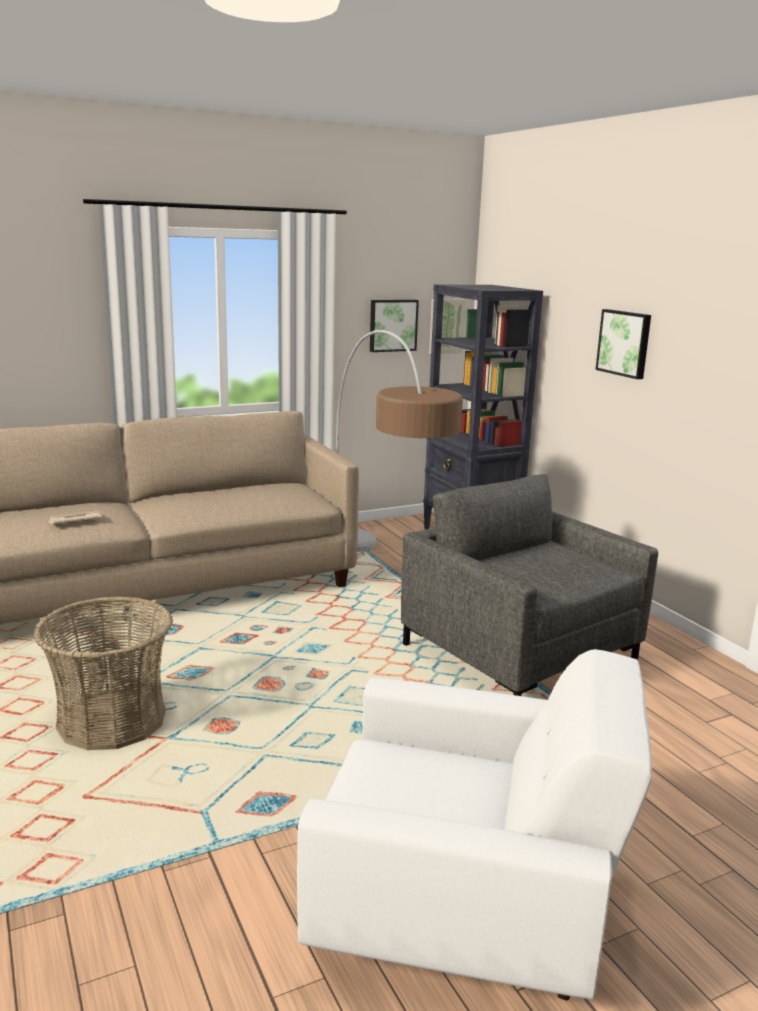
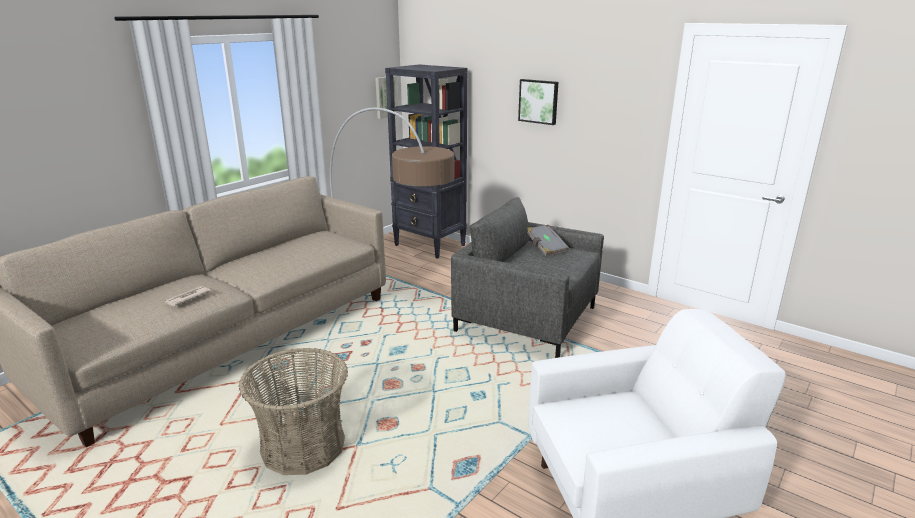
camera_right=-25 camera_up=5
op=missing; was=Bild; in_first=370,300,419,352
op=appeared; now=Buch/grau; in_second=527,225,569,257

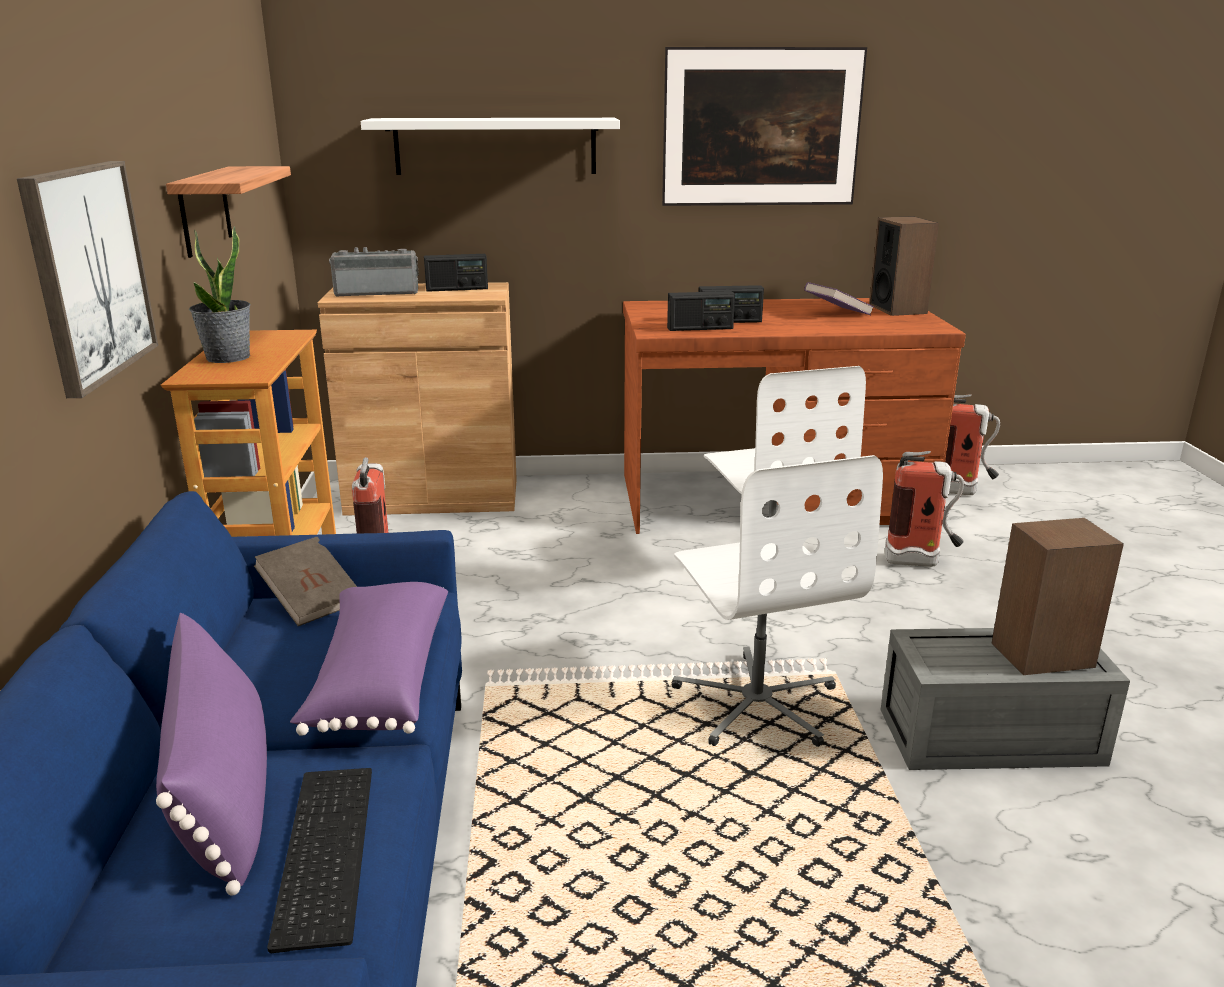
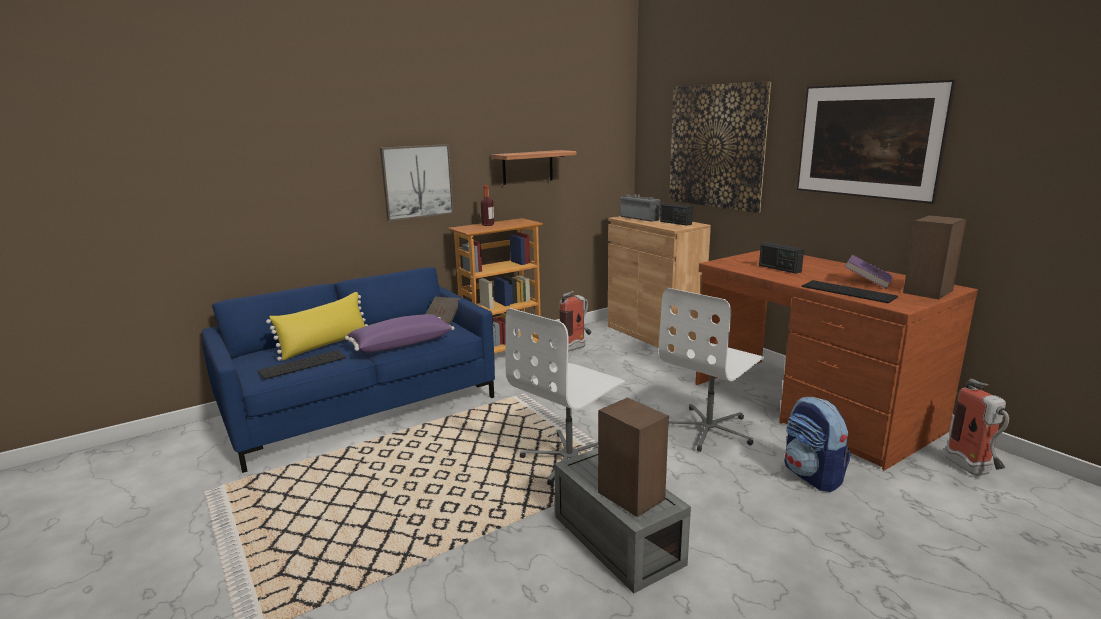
camera_right=60 camera_up=-5
op=exchanged; was=Wandregal/weiß; now=Bild; in_first=361,118,620,175; in_second=669,81,771,213
op=exchanged; was=Topfpflanze; now=Flasche; in_first=189,226,251,363; in_second=481,185,494,226
op=missing; was=Radio; in_first=667,291,735,331
op=exchanged; was=Feuerlöscher; now=Rucksack; in_first=885,451,964,567; in_second=784,397,850,492
op=colour; was=Kissen/lila; now=Kissen/gelb; in_first=156,613,267,896; in_second=266,292,368,361
op=appeared; now=Tastatur; in_second=802,280,898,303

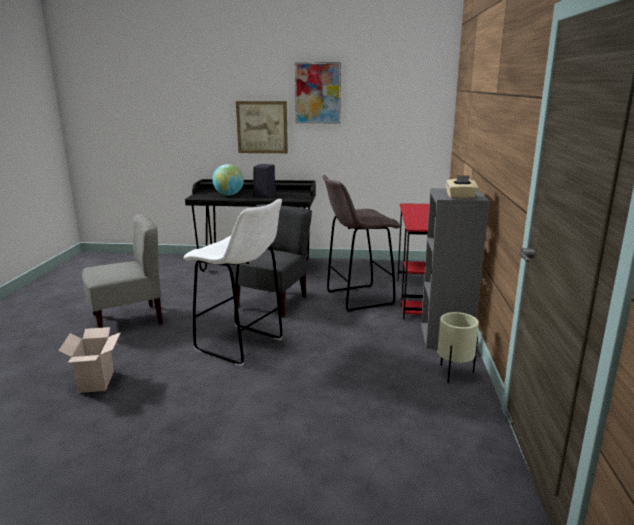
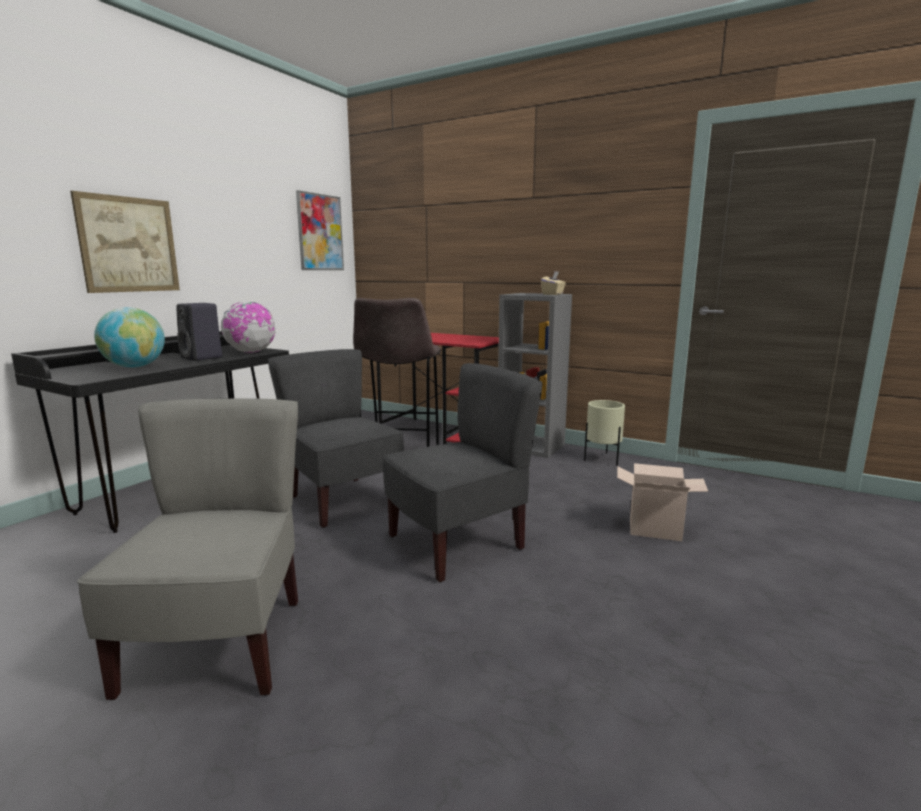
camera_right=-65 camera_up=-5
op=relocated; was=Bild; in_first=295,62,341,124; in_second=296,190,344,270
op=exchanged; was=Hocker/weiß; now=Stuhl/grau; in_first=183,199,283,367; in_second=383,363,543,582
op=relocated; was=Karton; in_first=58,327,121,393; in_second=617,463,708,541
op=appeared; now=Globus; in_second=221,301,276,353

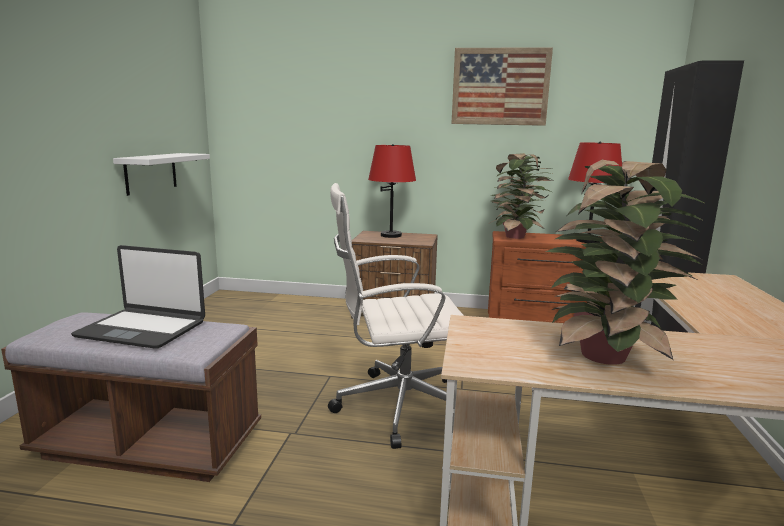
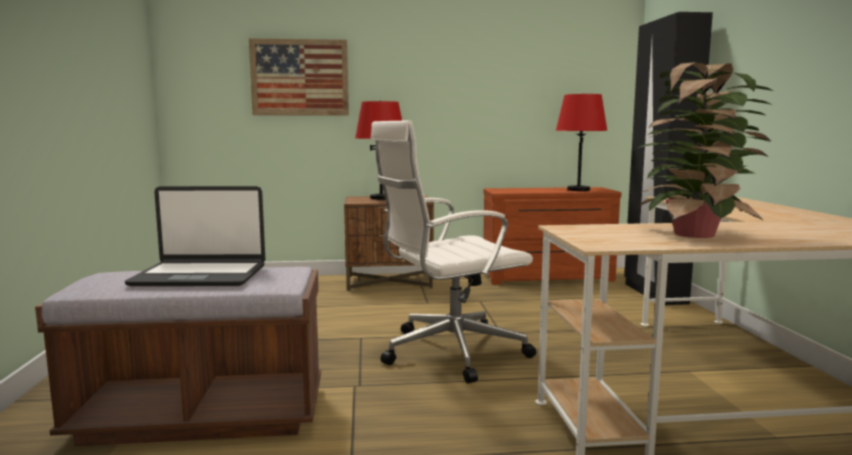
camera_right=-15 camera_up=-5
op=relocated; was=Bild; in_first=451,47,553,126; in_second=249,38,349,116
op=missing; was=Wandregal/weiß; in_first=113,153,210,196
op=missing; was=Topfpflanze; in_first=488,153,553,239

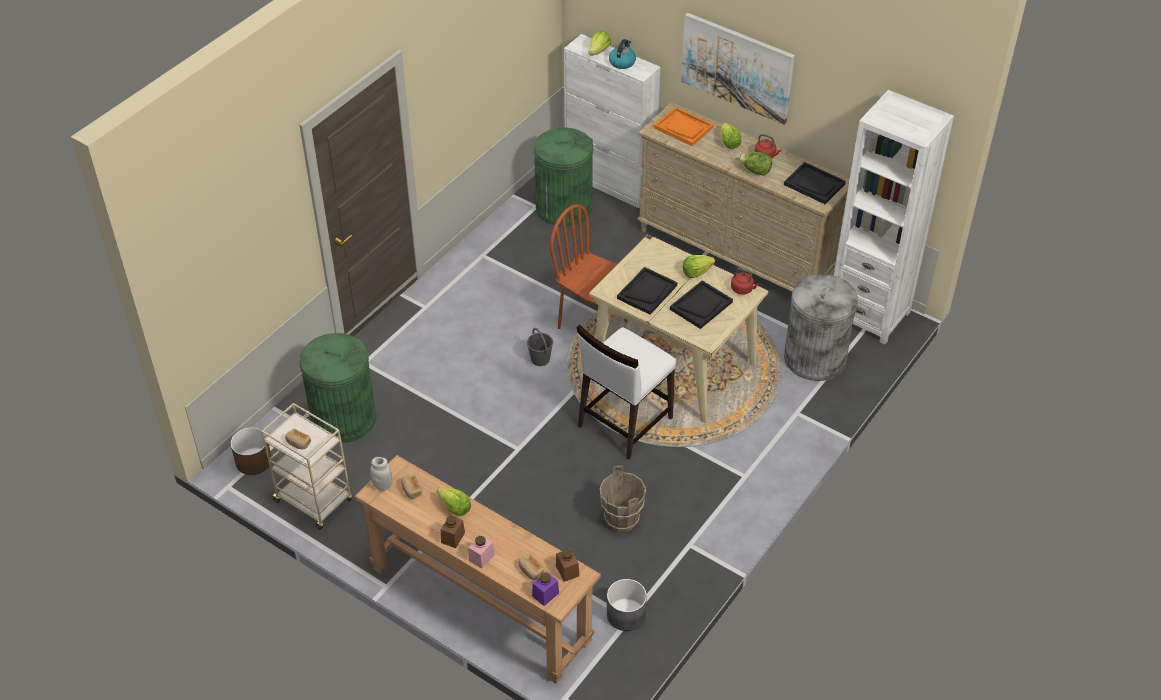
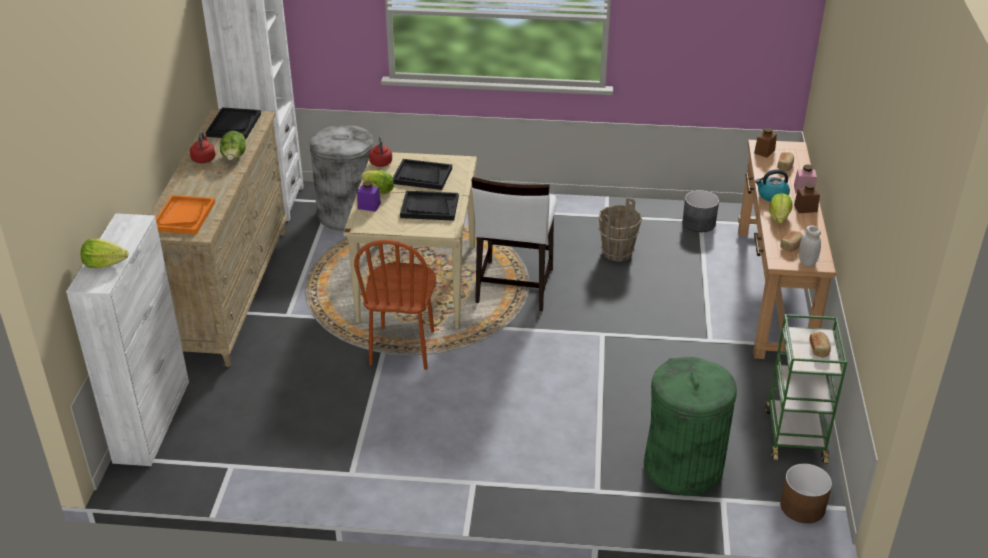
camera_right=-120 camera_up=-10
op=missing; was=Bild; in_first=681,13,795,125
op=relocated; was=Wasserkessel; in_first=609,39,636,69; in_second=755,169,790,202
op=missing; was=Salatkopf; in_first=721,123,741,149
op=missing; was=Mülleimer/grün; in_first=534,127,593,226
op=spun; was=Stuhl/weiß; in_first=576,324,676,460; in_second=472,177,557,311; clockwise=90
op=missing; was=Eimer/grau; in_first=527,328,553,366
op=colour; was=Rollwagen/beige; now=Rollwagen/grün; in_first=261,403,353,530; in_second=765,314,847,464
op=relocated; was=Vorratsglas/lila; in_first=532,572,559,606; in_second=357,181,381,212

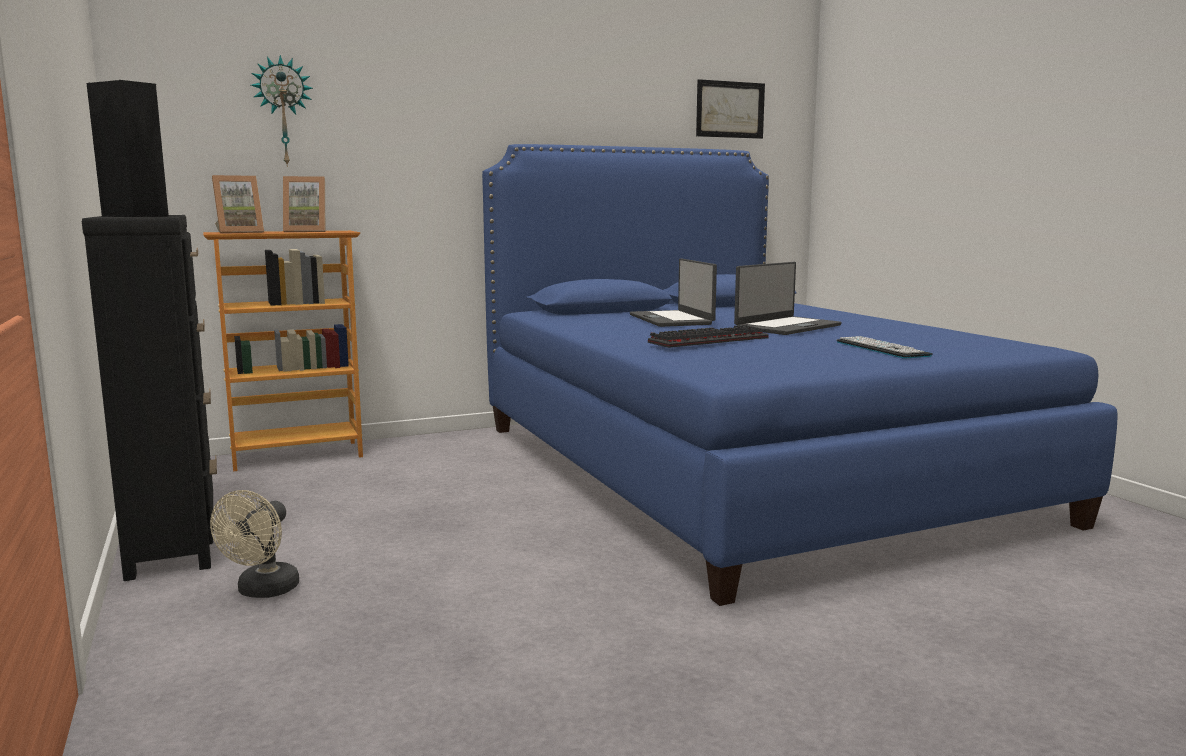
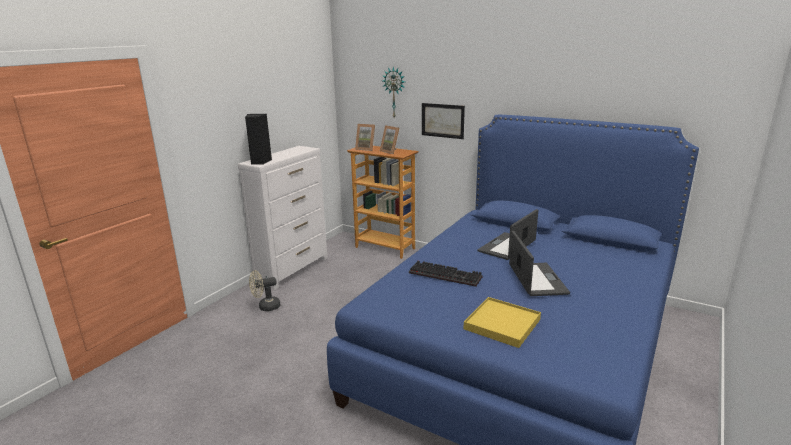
camera_right=55 camera_up=10
op=relocated; was=Bild; in_first=696,79,765,139; in_second=422,103,465,139
op=colour; was=Kommode/schwarz; now=Kommode/weiß; in_first=82,215,217,581; in_second=238,146,328,290
op=spun; was=Laptop; in_first=734,262,841,335; in_second=509,231,570,296; clockwise=-105
op=exchanged; was=Tastatur; now=Tablett/gelb; in_first=836,336,933,358; in_second=464,297,541,348

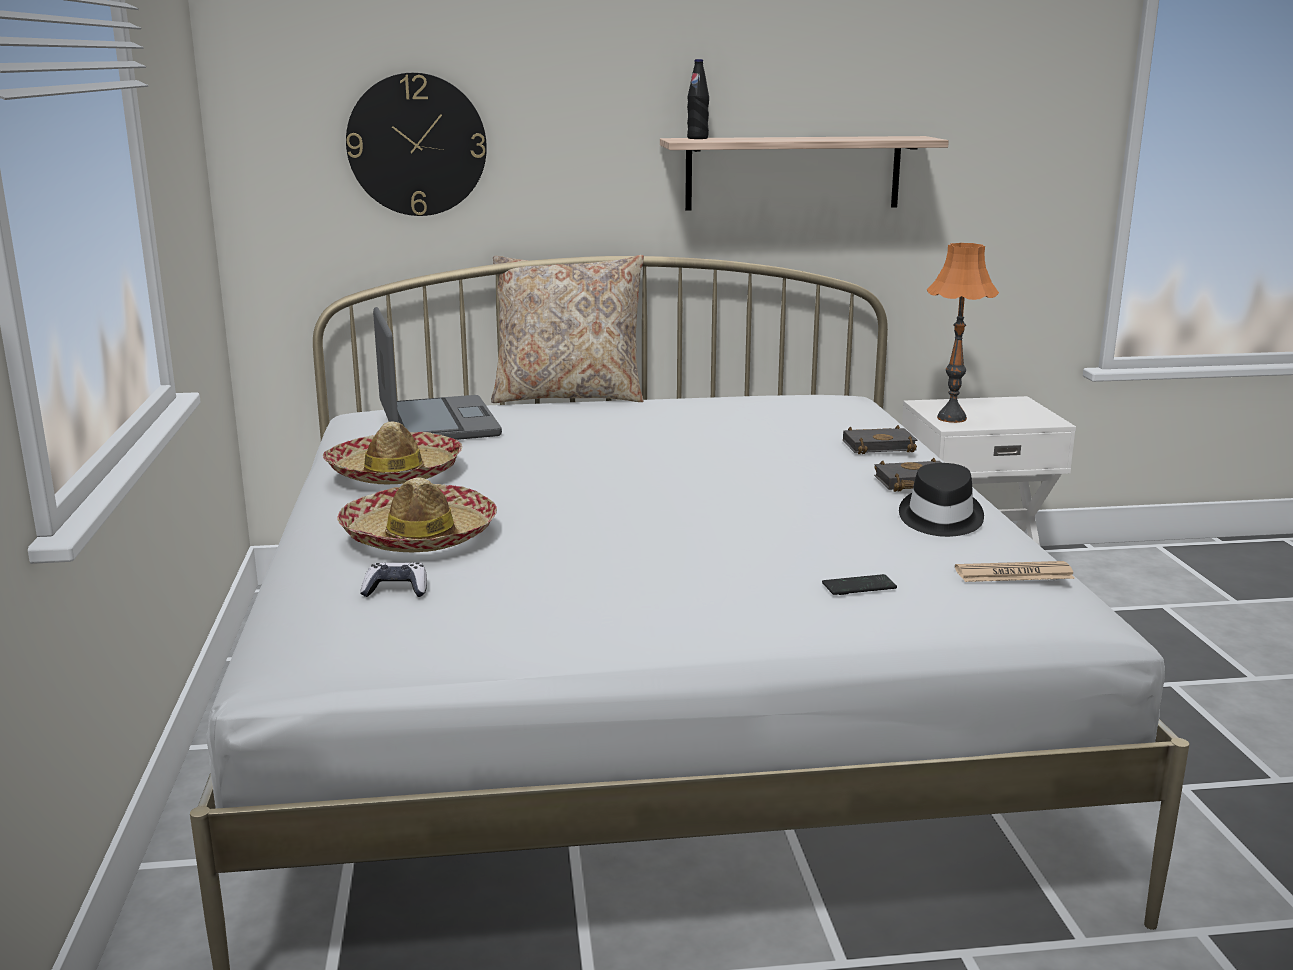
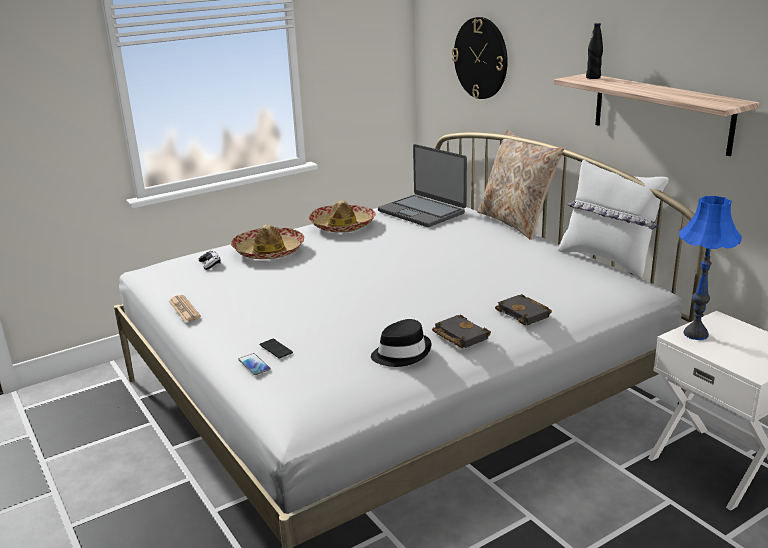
camera_right=65 camera_up=5
op=colour; was=Tischlampe/orange; now=Tischlampe/blau; in_first=927,243,999,423; in_second=679,196,742,340
op=spun; was=Laptop; in_first=373,307,502,440; in_second=378,144,467,227; clockwise=90
op=relocated; was=Zeitung; in_first=955,561,1075,582; in_second=169,295,201,322
op=appeared; now=Kissen/weiß; in_second=558,160,669,278
op=appeared; now=Handy; in_second=239,353,271,375

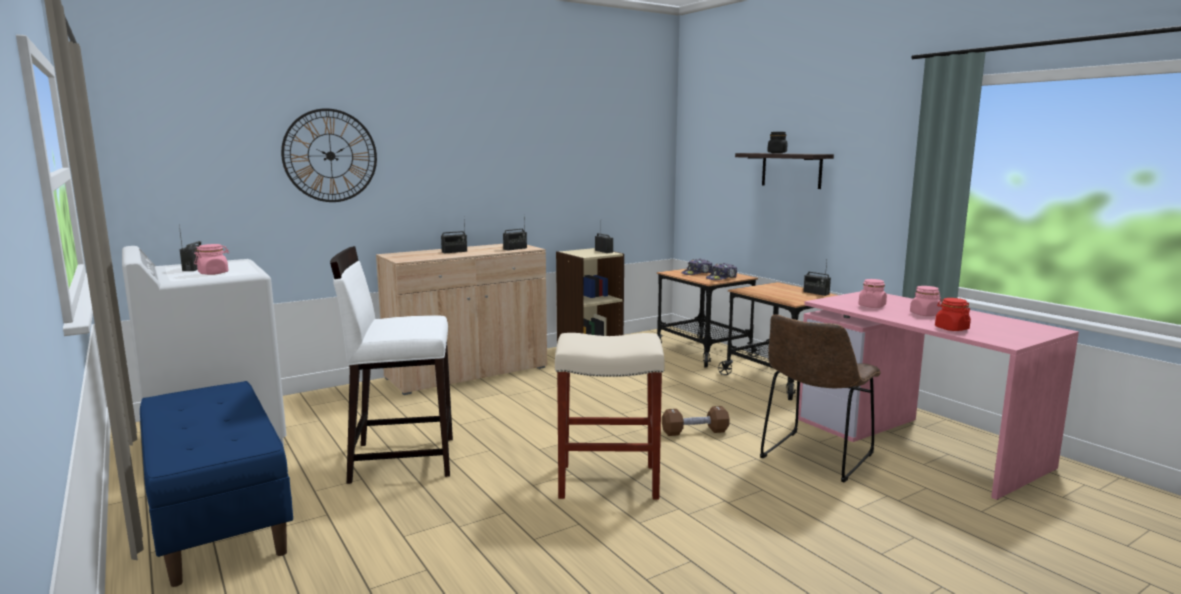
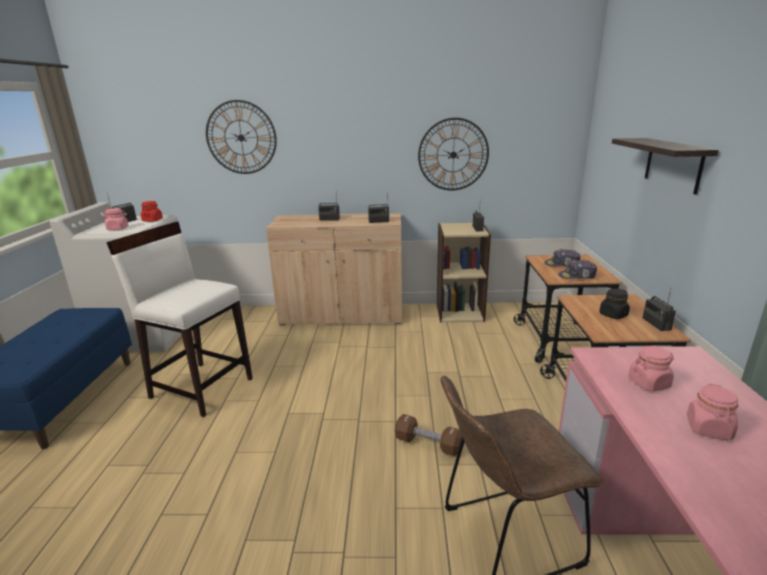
camera_right=35 camera_up=10
op=relocated; was=Vorratsglas/schwarz; in_first=767,132,787,153; in_second=599,289,630,319
op=relocated; was=Vorratsglas/rot; in_first=935,298,971,331; in_second=141,201,163,222
op=missing; was=Hocker/beige; in_first=555,333,665,500
op=appeared; now=Wanduhr; in_second=418,118,489,191

